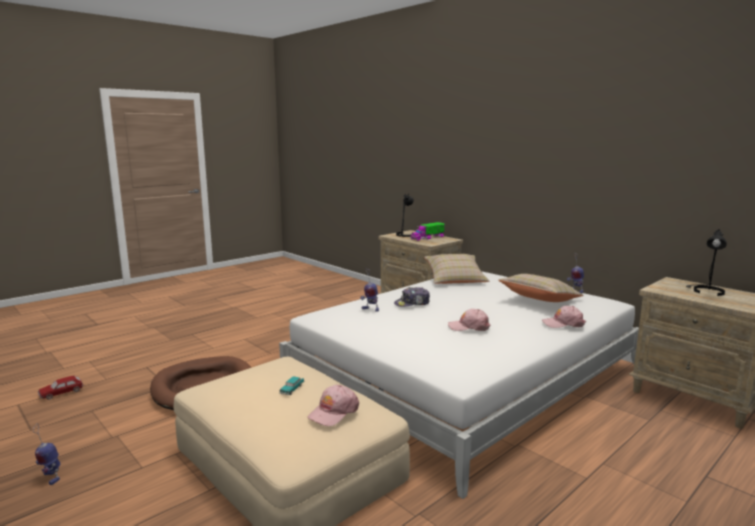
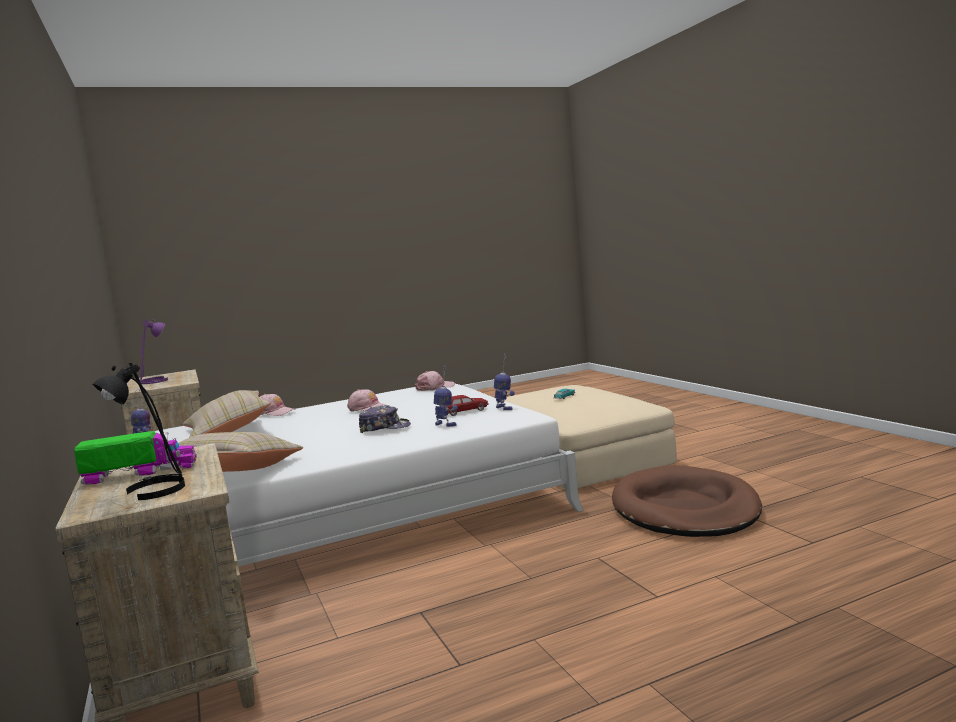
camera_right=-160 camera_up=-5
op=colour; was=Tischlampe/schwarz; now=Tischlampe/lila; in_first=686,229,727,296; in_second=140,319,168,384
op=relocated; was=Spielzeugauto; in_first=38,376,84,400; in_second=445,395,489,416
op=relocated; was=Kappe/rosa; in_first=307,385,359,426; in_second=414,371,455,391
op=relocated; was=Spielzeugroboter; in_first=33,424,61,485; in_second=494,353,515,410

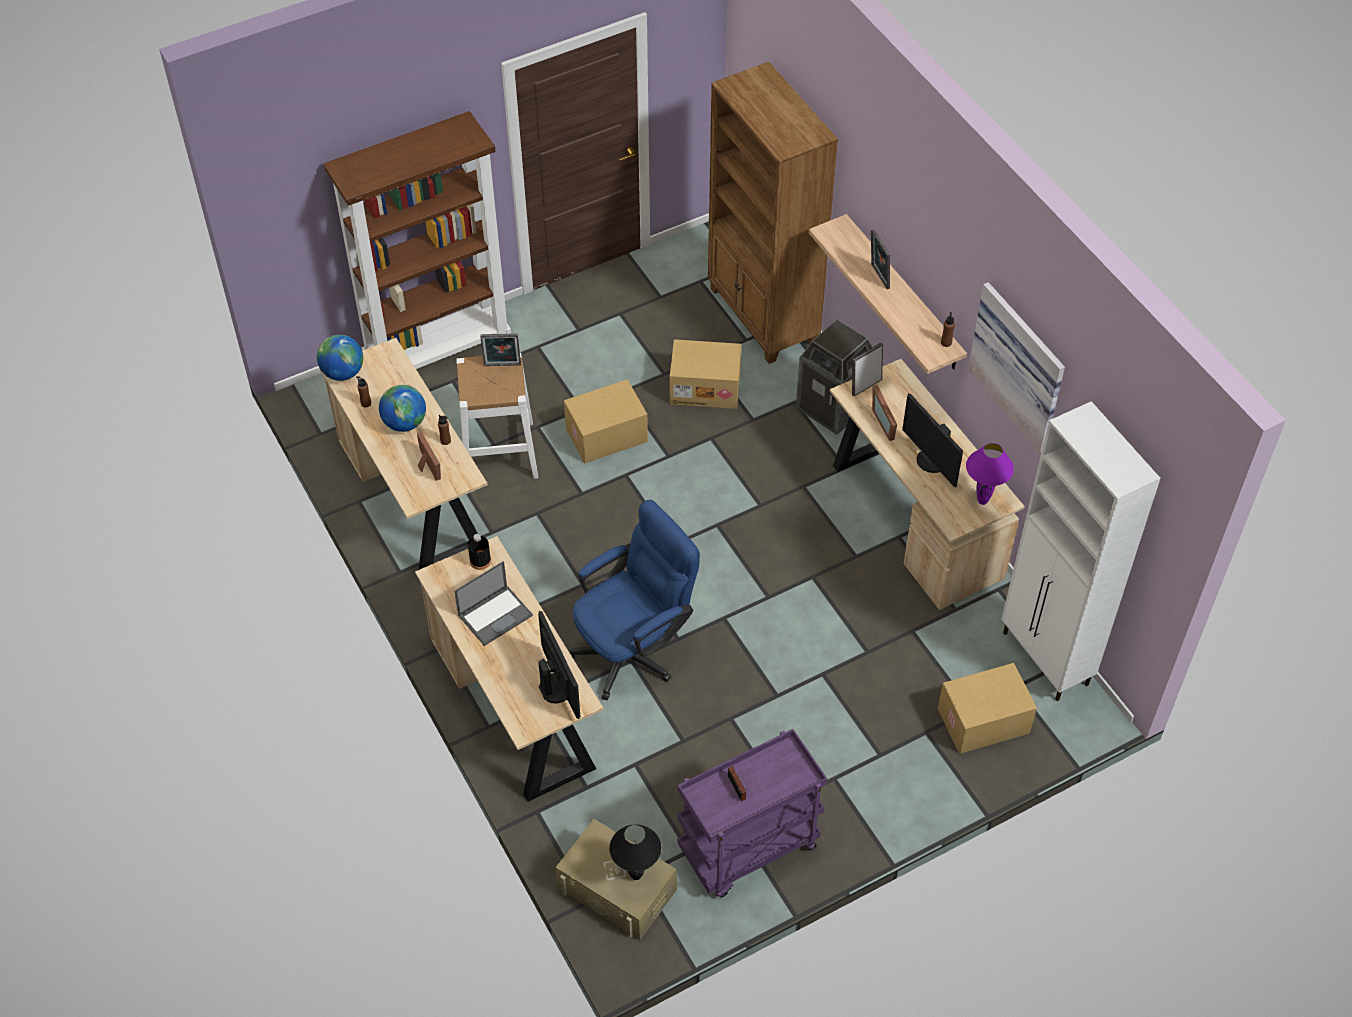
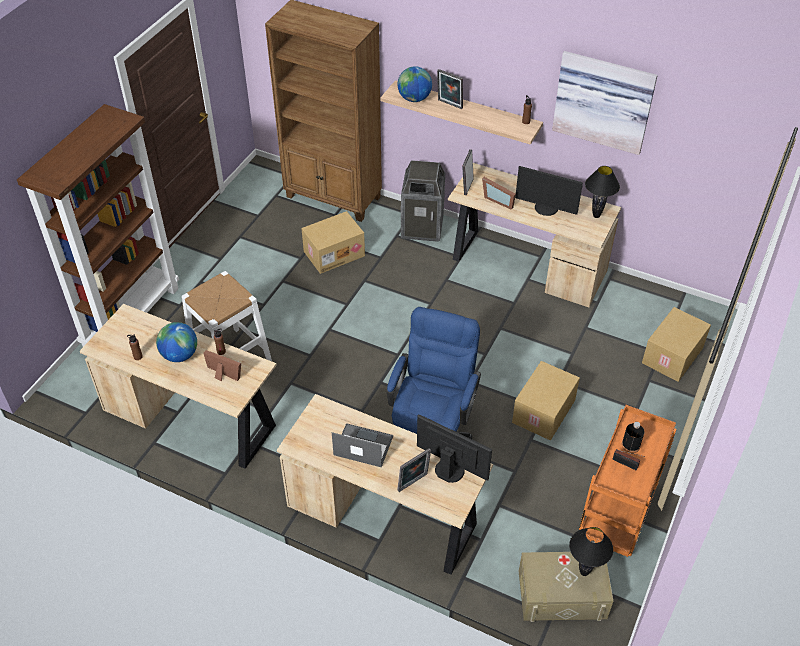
camera_right=-35 camera_up=-5
op=relocated; was=Bilderrahmen; in_first=480,333,521,366; in_second=397,448,431,492
op=relocated; was=Globus; in_first=317,335,363,381; in_second=397,66,432,102
op=relocated; was=Karton; in_first=564,379,648,463; in_second=512,361,580,441
op=missing; was=Schrank/weiß; in_first=1001,401,1160,701
op=colour; was=Tischlampe/lila; now=Tischlampe/schwarz; in_first=966,443,1014,505; in_second=585,166,620,218
op=relocated; was=Flasche/schwarz; in_first=468,534,491,570; in_second=622,422,644,453
op=spun; was=Laptop; in_first=454,561,533,646; in_second=332,423,393,467; clockwise=-90
op=colour; was=Rollwagen/lila; now=Rollwagen/orange; in_first=677,729,827,897; in_second=579,405,677,557

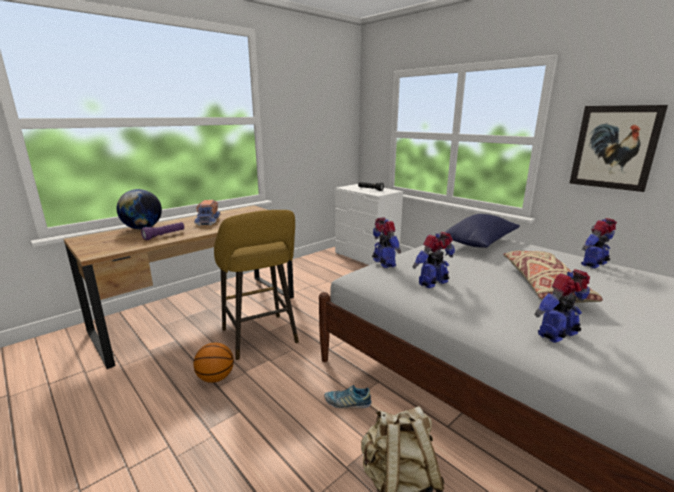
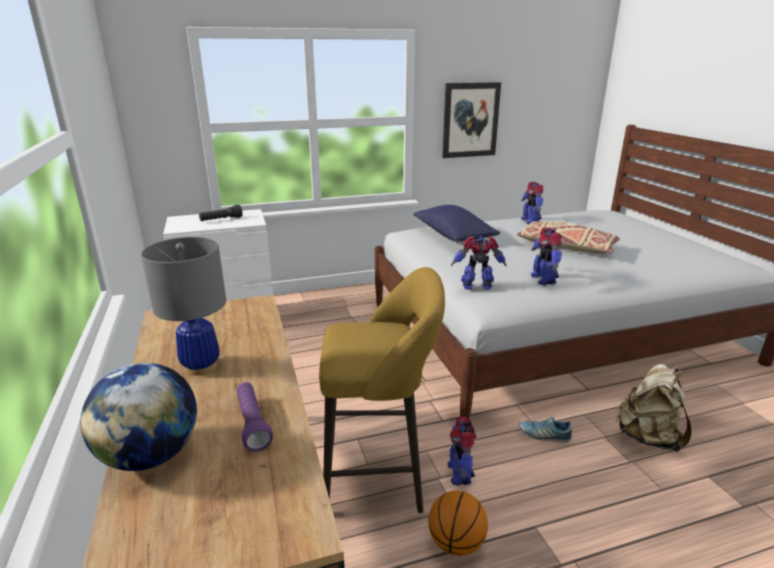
camera_right=-65 camera_up=5
op=exchanged; was=Spielzeuglaster; now=Tischlampe/grau; in_first=194,200,221,226; in_second=141,237,226,376
op=relocated; was=Spielzeugroboter; in_first=534,269,590,343; in_second=447,417,477,486
op=spun; was=Schuh; in_first=325,385,372,409; in_second=519,417,572,442; clockwise=75

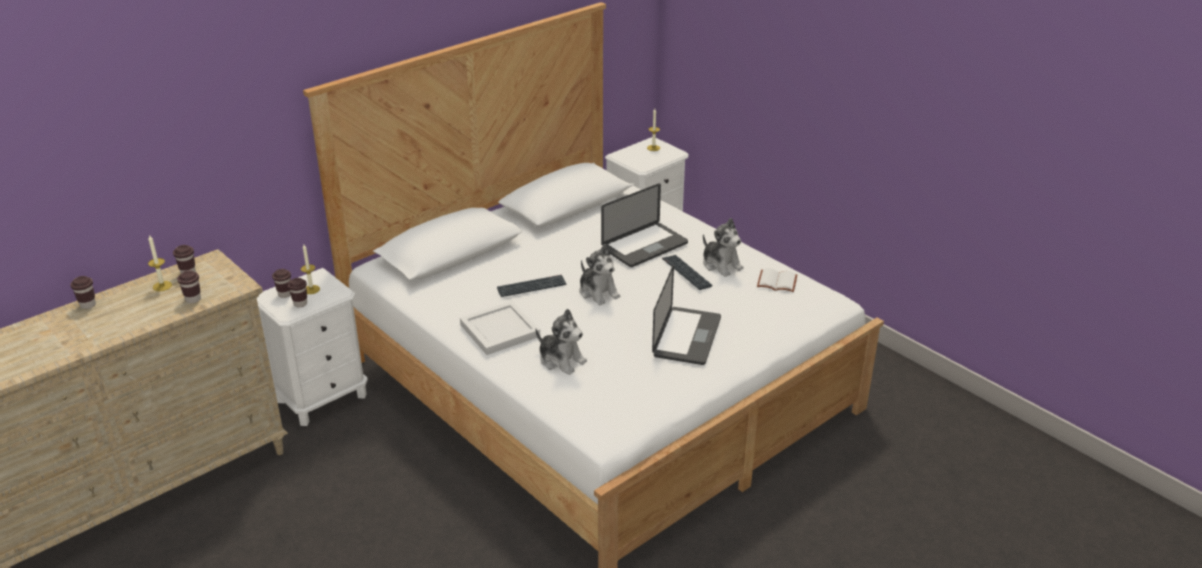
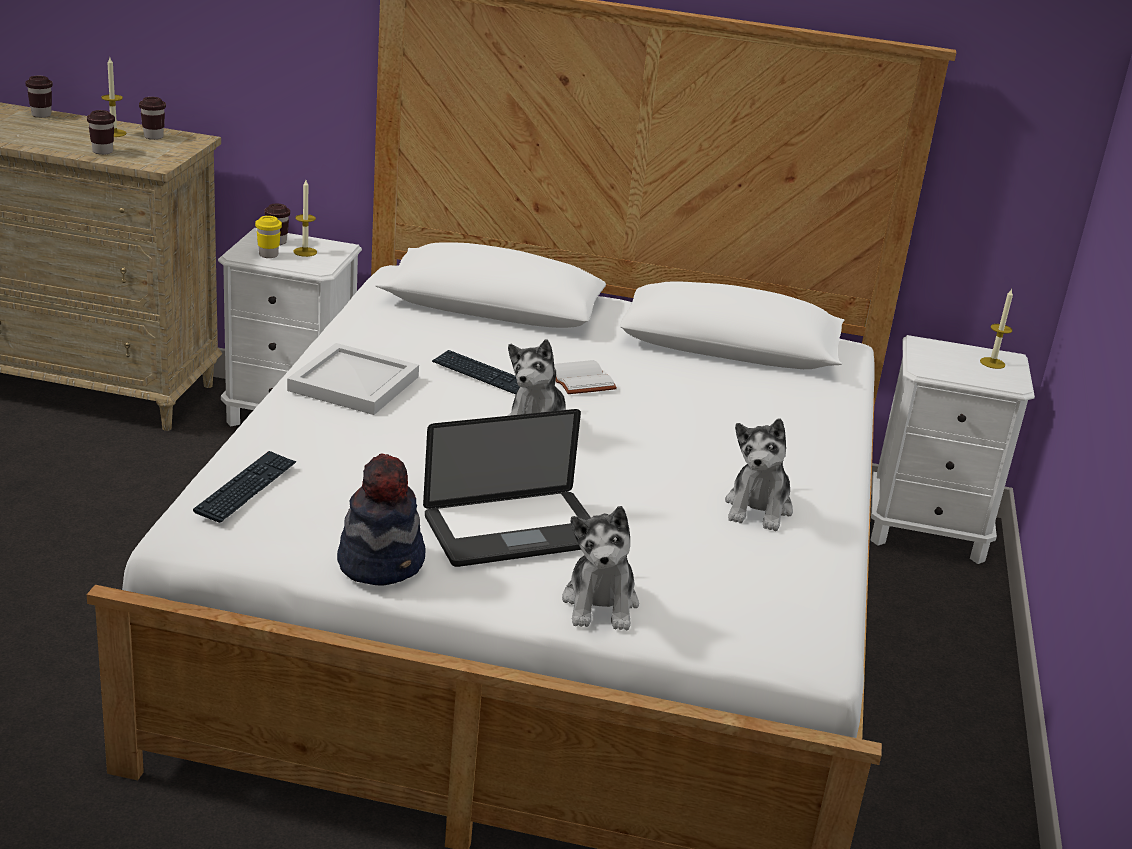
camera_right=50 camera_up=-5
op=missing; was=Laptop; in_first=601,183,688,267
op=relocated; was=Tastatur; in_first=662,255,713,290; in_second=193,451,297,523
op=relocated; was=Buch/weiß; in_first=757,268,797,292; in_second=554,360,617,394
op=colour; was=Tasse/braun; now=Tasse/gelb; in_first=288,278,307,307; in_second=255,216,282,258
op=relocated; was=Plüschtier; in_first=535,309,587,375; in_second=562,506,639,630
op=appeared; now=Hut; in_second=337,454,426,585

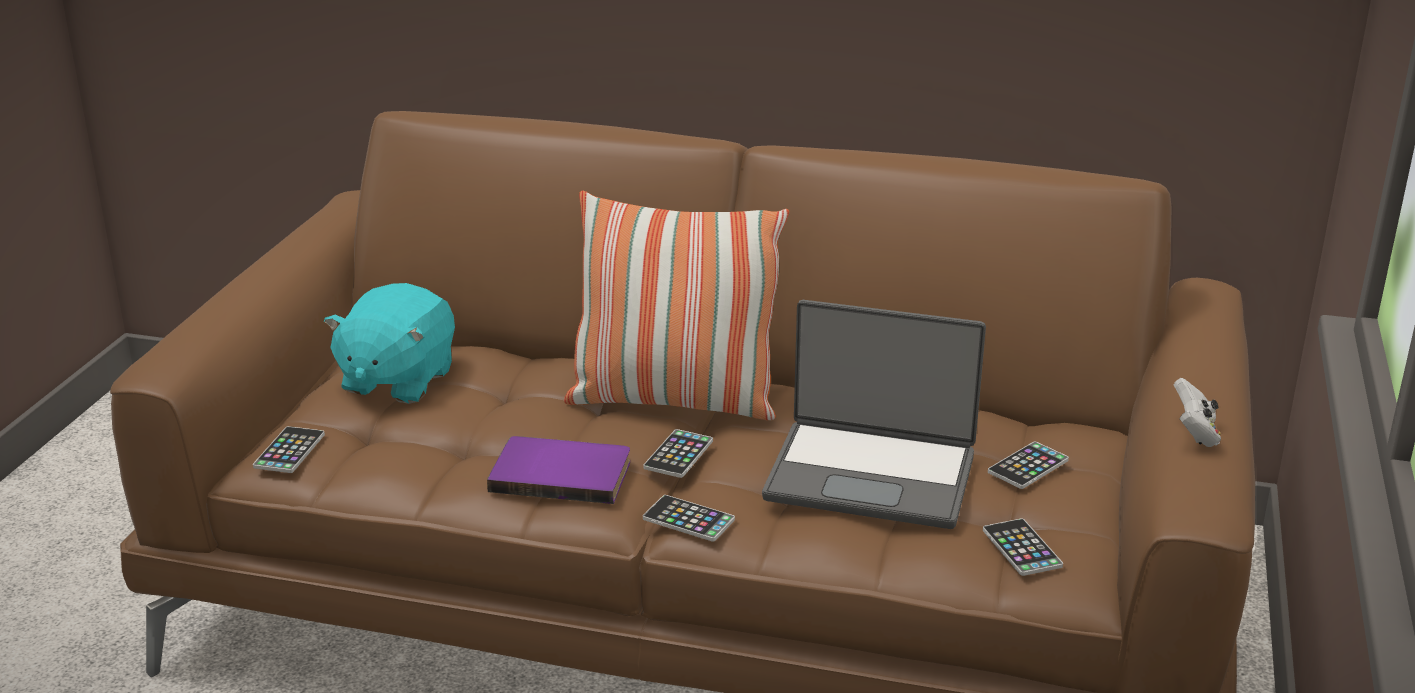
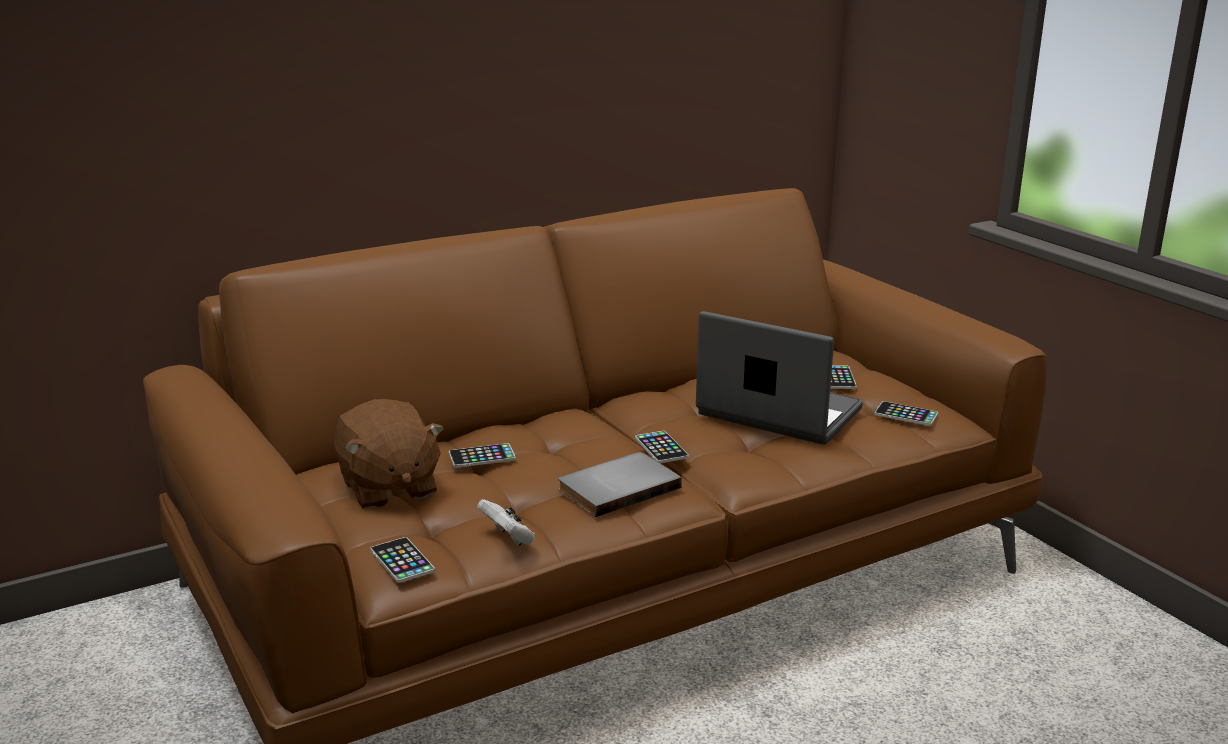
camera_right=-45 camera_up=-5
op=missing; was=Kissen; in_first=564,191,789,420
op=colour; was=Plüschtier/türkis; now=Plüschtier/braun; in_first=324,283,455,404; in_second=334,399,444,509
op=spun; was=Laptop; in_first=762,300,986,529; in_second=696,311,863,445; clockwise=-120
op=relocated; was=Gamepad/weiß; in_first=1174,378,1221,447; in_second=477,499,535,546
op=colour; was=Buch/lila; now=Buch/grau; in_first=487,436,630,504; in_second=558,452,682,517
op=relocated; was=Handy; in_first=643,495,735,542; in_second=449,443,516,468

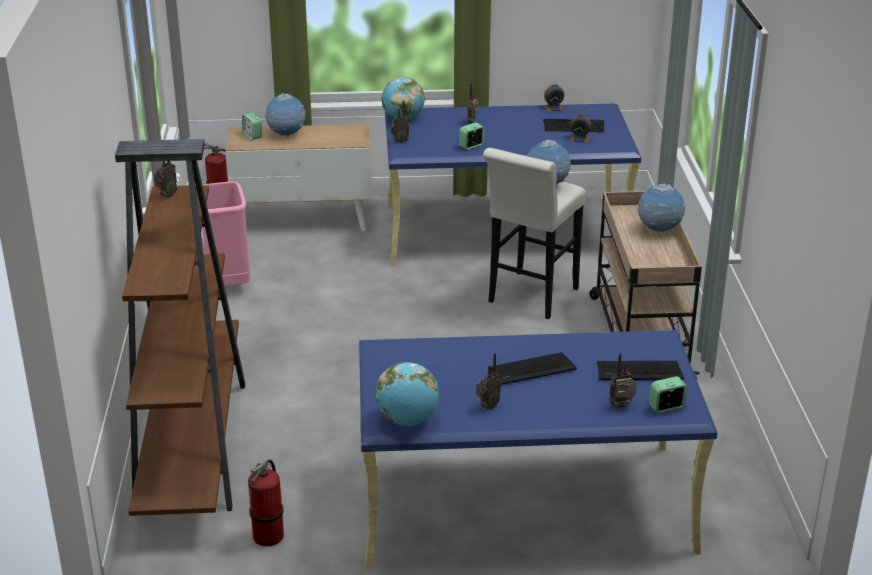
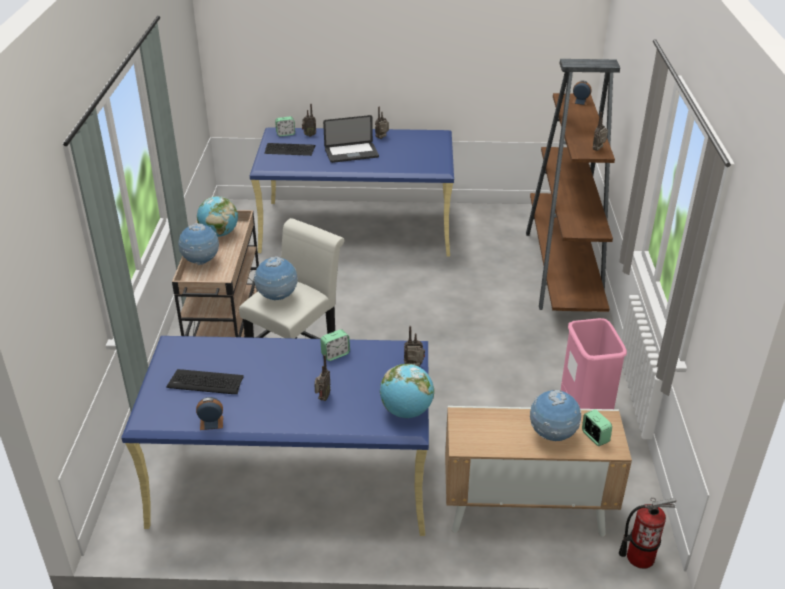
camera_right=-175 camera_up=5
op=relocated; was=Wecker; in_first=570,114,592,143; in_second=572,80,592,106
op=exchanged; was=Tastatur; now=Laptop; in_first=488,352,577,385; in_second=323,115,379,163
op=relocated; was=Globus; in_first=375,362,439,426; in_second=197,196,238,237
op=missing; was=Feuerlöscher; in_first=248,459,284,546

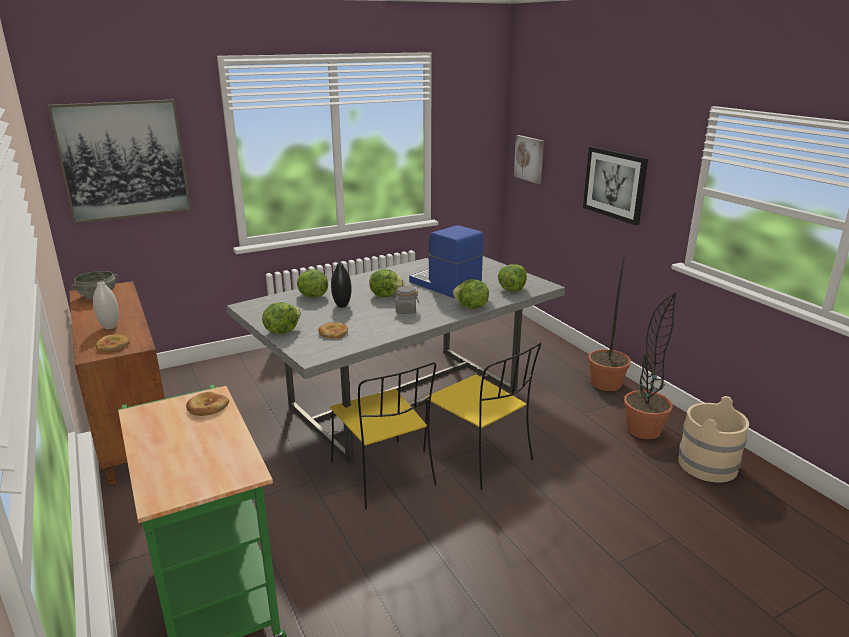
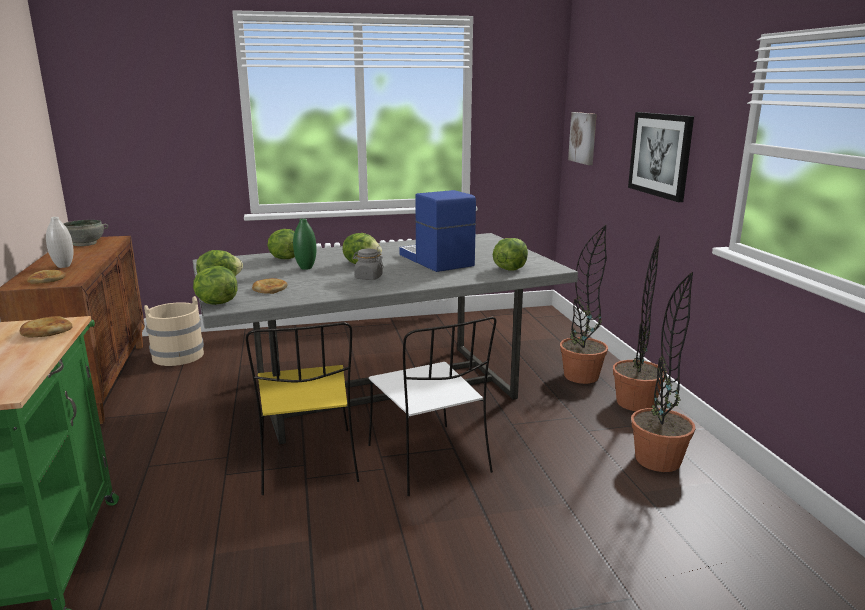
camera_right=15 camera_up=-5
op=missing; was=Bild; in_first=48,100,191,224
op=colour; was=Vase/schwarz; now=Vase/grün; in_first=331,263,352,307; in_second=293,218,316,270
op=relocated; was=Salatkopf; in_first=453,279,489,309; in_second=193,266,238,305
op=colour; was=Stuhl/gelb; now=Stuhl/weiß; in_first=423,342,542,490; in_second=368,317,496,496
op=relocated; was=Eimer/beige; in_first=678,396,749,483; in_second=144,296,204,366
op=appeared; now=Topfpflanze; in_second=560,225,608,384

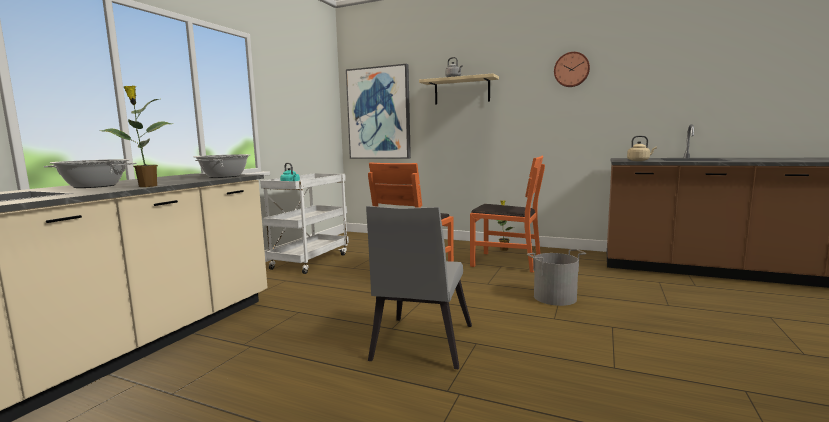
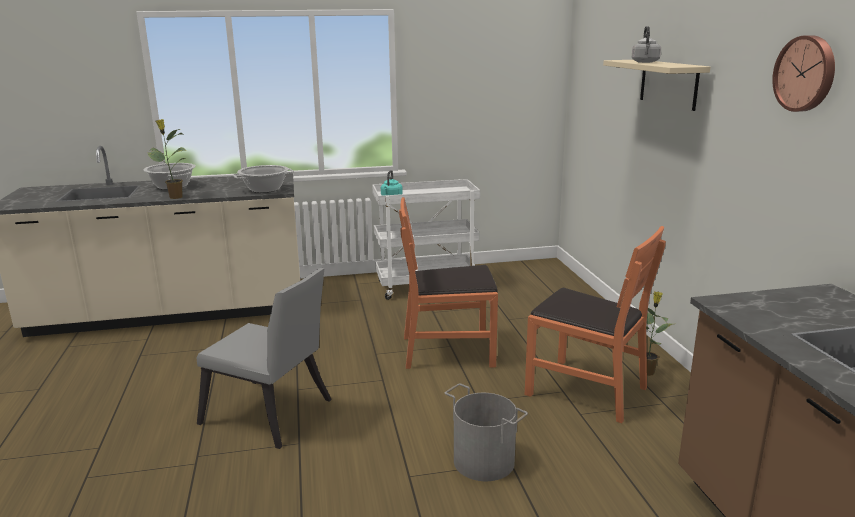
camera_right=55 camera_up=10
op=missing; was=Bild; in_first=346,64,411,159
op=missing; was=Wasserkessel/beige; in_first=627,136,657,161
op=spun; was=Stuhl/orange; in_first=470,156,545,273; in_second=525,226,666,423; clockwise=-45
op=spun; was=Stuhl/grau; in_first=366,206,472,369; in_second=196,268,332,449; clockwise=-135

